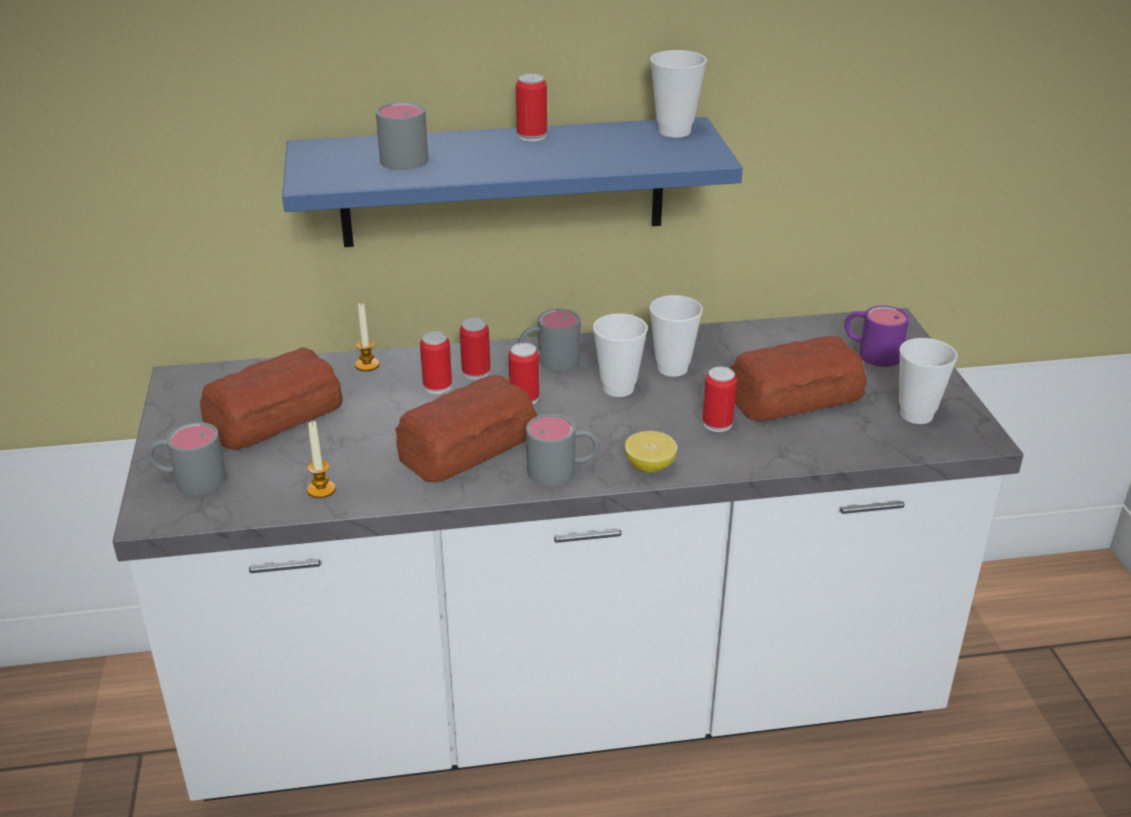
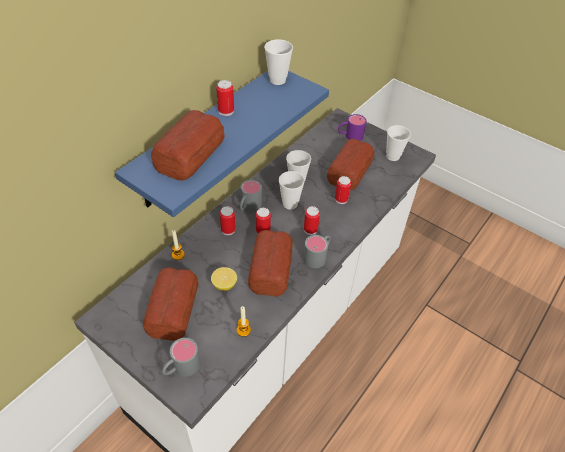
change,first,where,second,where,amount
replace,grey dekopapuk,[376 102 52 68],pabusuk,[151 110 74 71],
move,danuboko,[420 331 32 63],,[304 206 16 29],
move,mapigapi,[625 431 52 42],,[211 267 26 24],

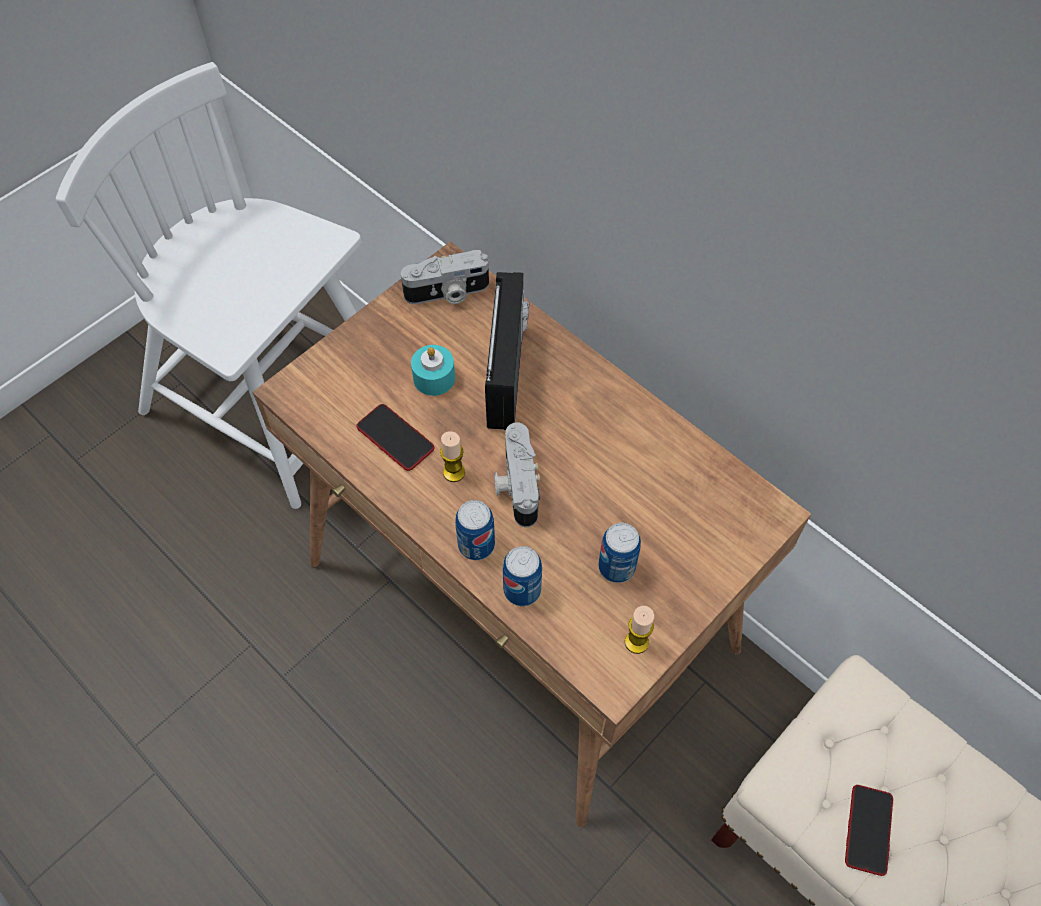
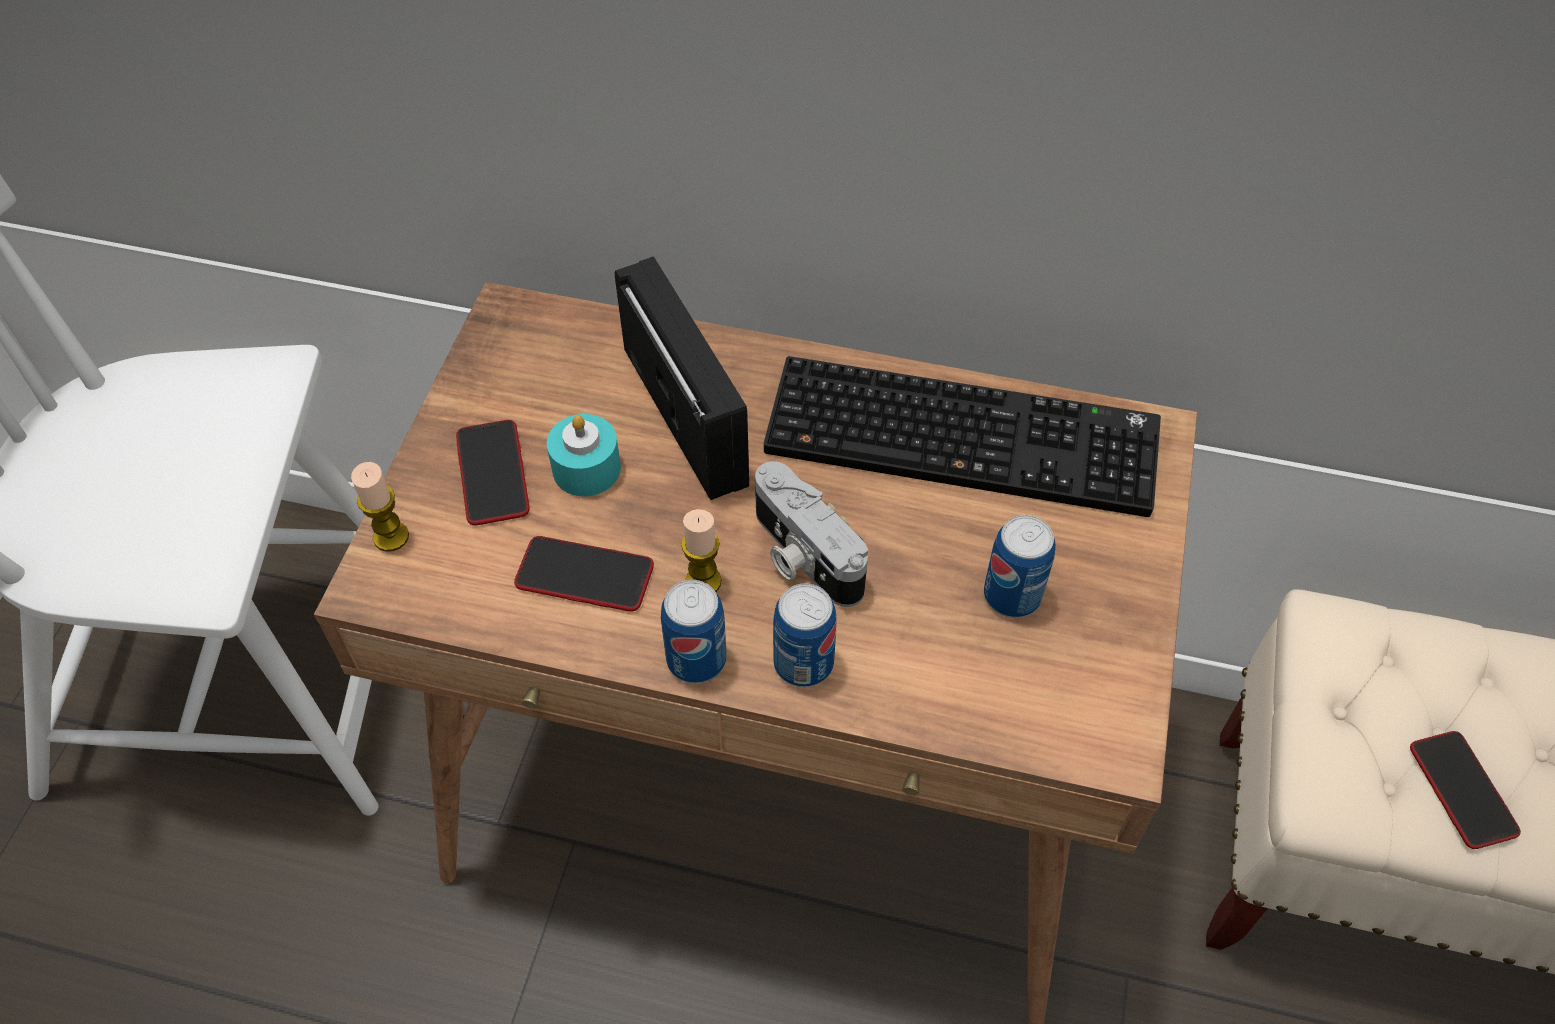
change,first,where,second,where,amount
delete,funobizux,[401 250 88 54],,,
move,danuboko,[503 546 39 60],,[661 580 66 104],
move,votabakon,[625 606 29 48],,[351 462 58 90],
insert,,,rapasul,[764 356 397 161],
insert,,,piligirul,[456 420 74 105],

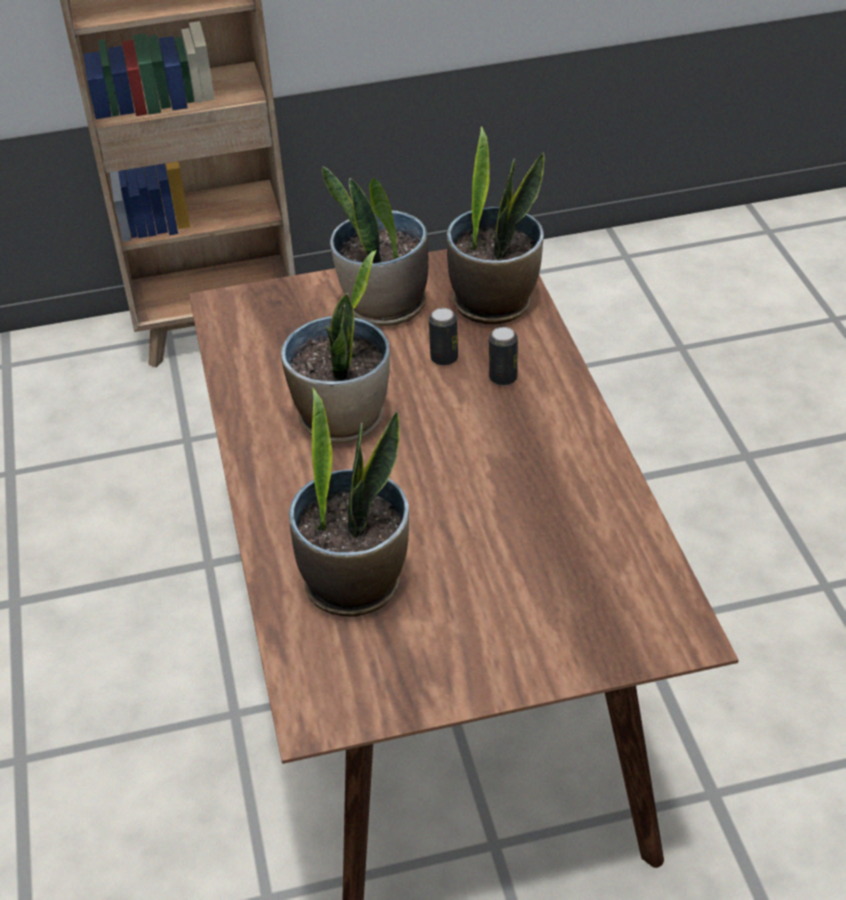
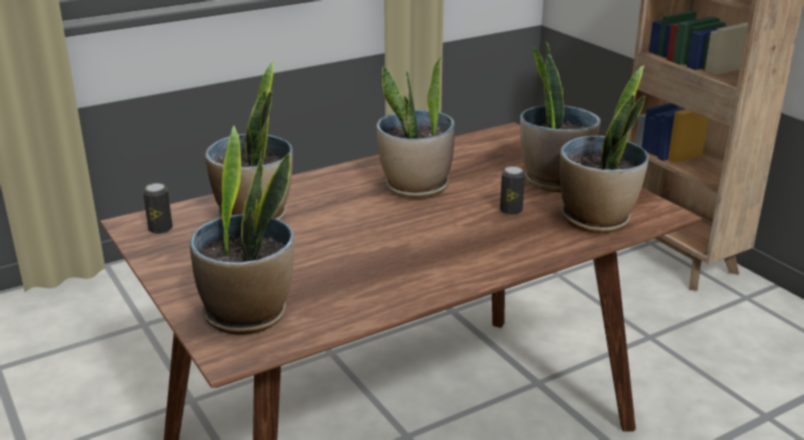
change,first,where,second,where,amount
move,danuboko,[489 327 29 58],,[143 183 30 51],
insert,,,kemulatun,[190 125 104 210],

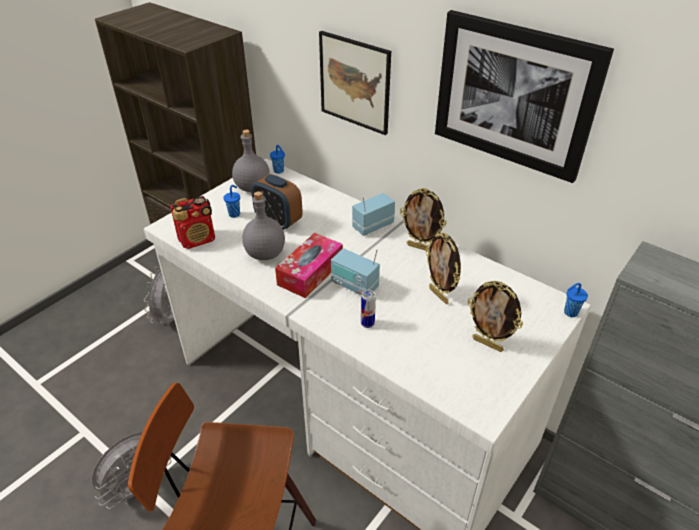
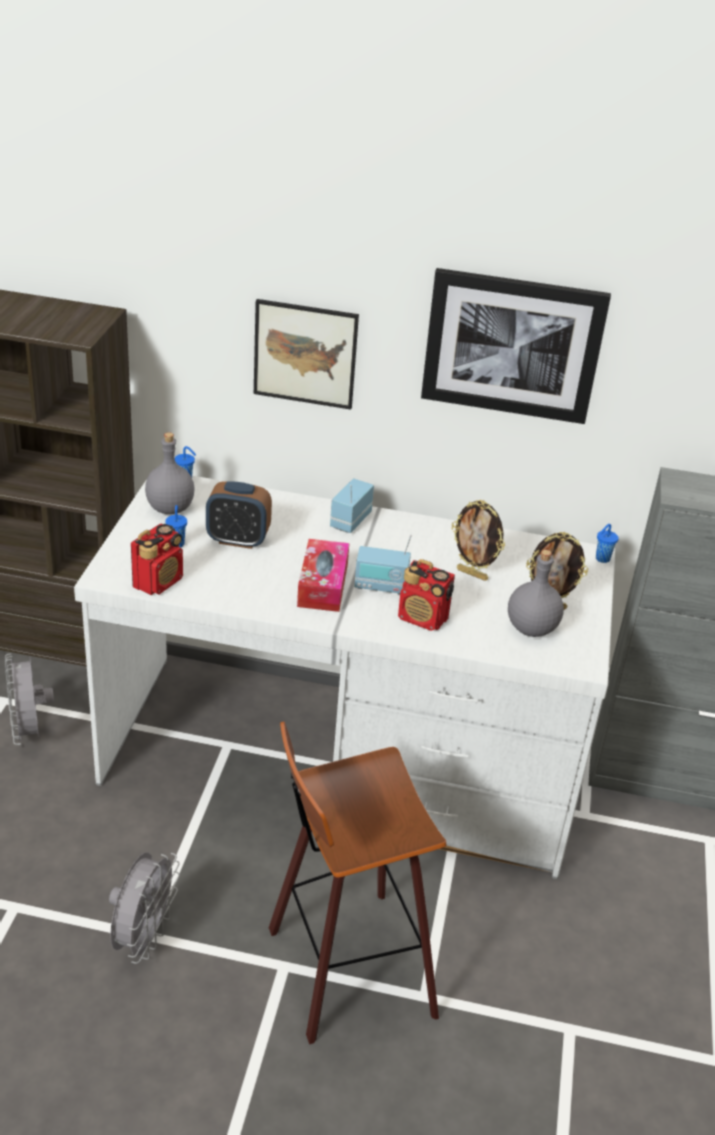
change,first,where,second,where,amount
delete,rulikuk,[400 188 46 63],,,
move,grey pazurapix,[242 191 43 69],,[508 550 56 87],
replace,danuboko,[361 290 15 38],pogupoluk,[398 559 57 72],

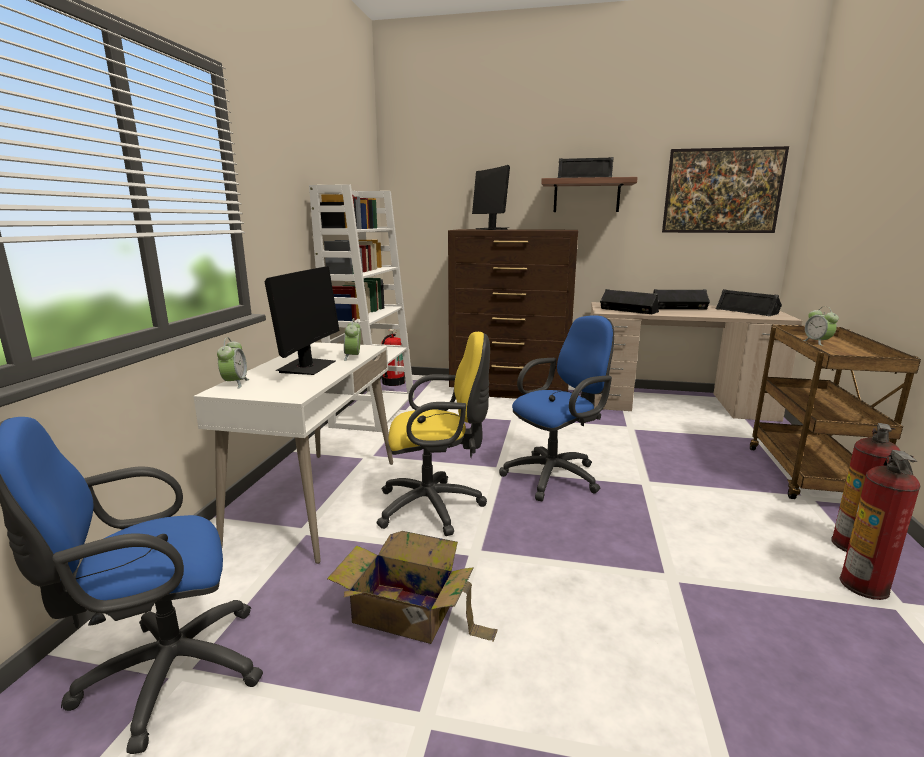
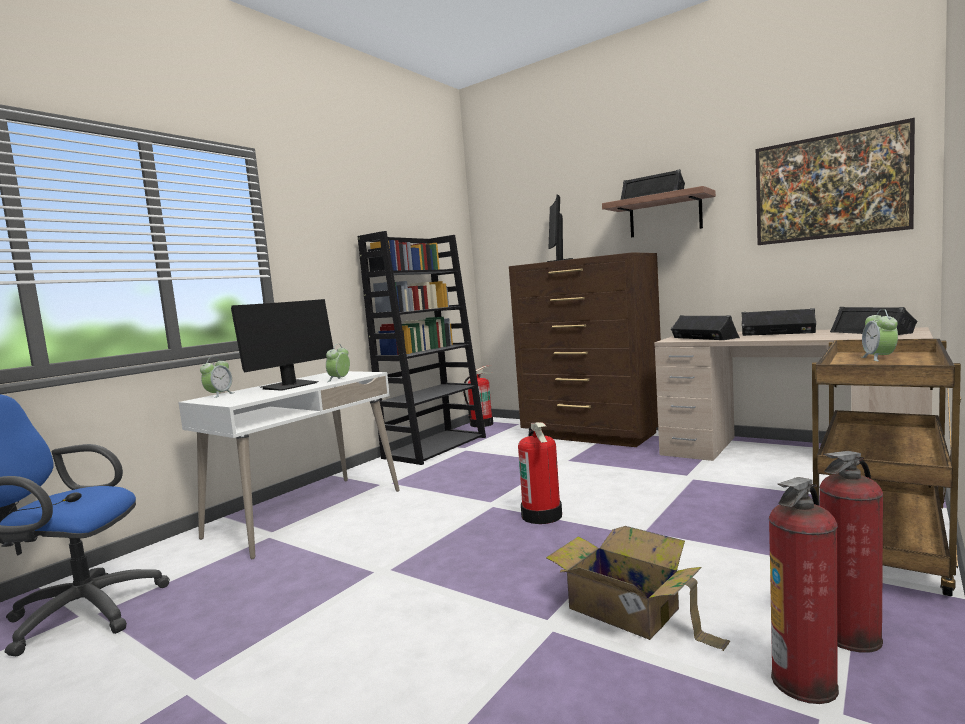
change,first,where,second,where,amount
recolor,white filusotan,[309 184 105 248],black filusotan,[358 231 128 234],
replace,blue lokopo,[499 315 115 186],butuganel,[518 422 44 102],
delete,yellow lokopo,[377 332 113 204],,,
move,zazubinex,[327 531 171 113],,[546 526 184 125],

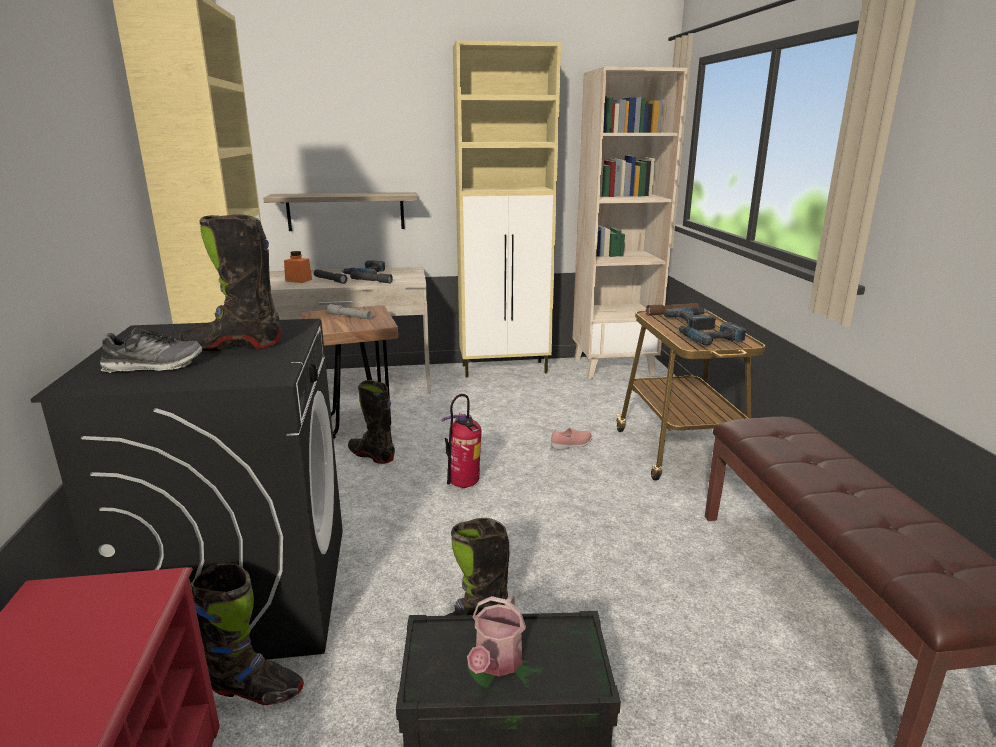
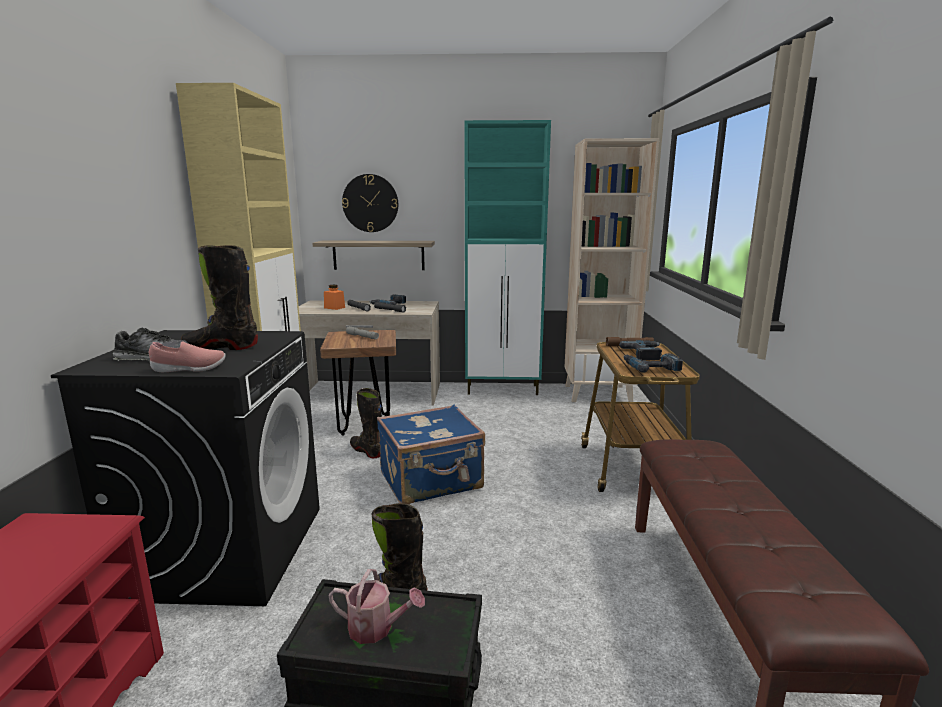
change,first,where,second,where,amount
recolor,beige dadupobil,[453 40 108 337],turquoise dadupobil,[464 120 87 275],
replace,butuganel,[441 394 40 94],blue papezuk,[377 405 108 99],
move,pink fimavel,[551 428 41 22],,[149 341 77 31],
delete,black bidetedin,[191 563 113 142],,,
rotate,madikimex,[467 594 59 82],,[328 569 97 75],105 degrees counterclockwise
insert,,,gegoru,[342 174 56 58],

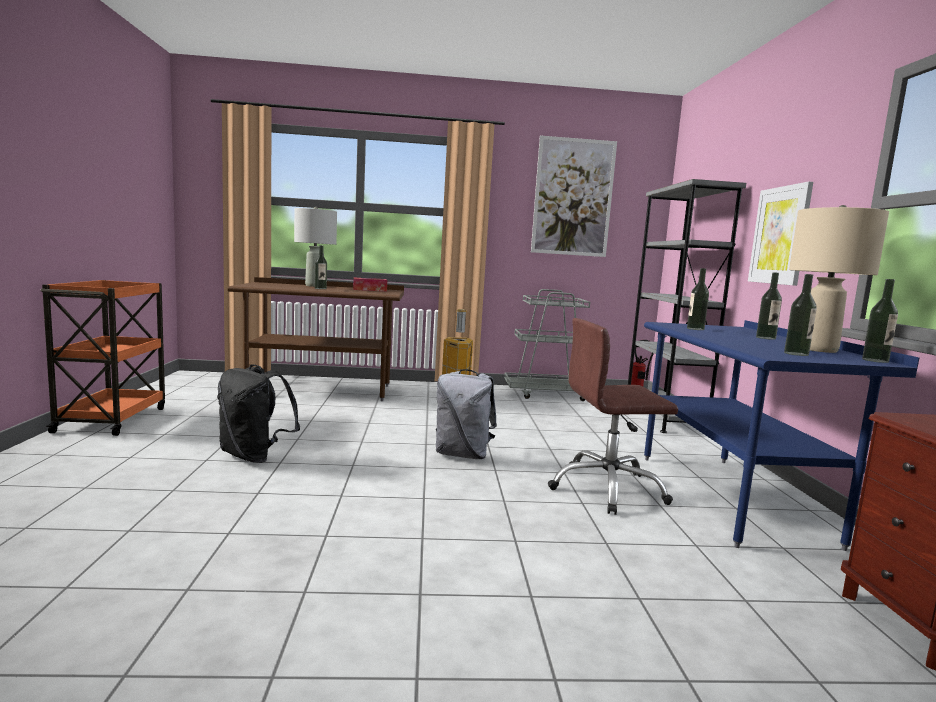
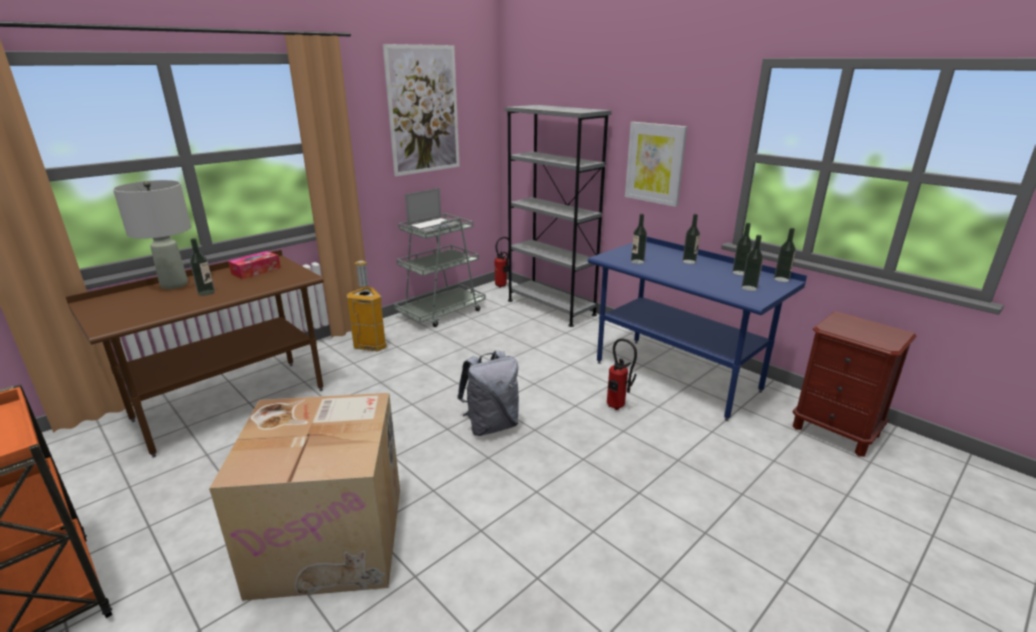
change,first,where,second,where,amount
replace,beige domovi,[789 205 100 148],pazurapix,[732 223 20 53],
replace,brown lokopo,[548 318 130 197],butuganel,[607 338 30 72],
replace,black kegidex,[217 364 83 99],zazubinex,[209 393 191 208],
insert,,,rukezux,[405 188 55 46],

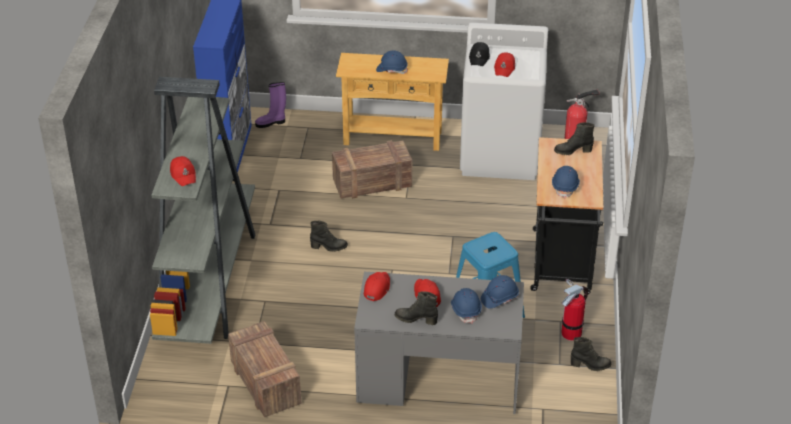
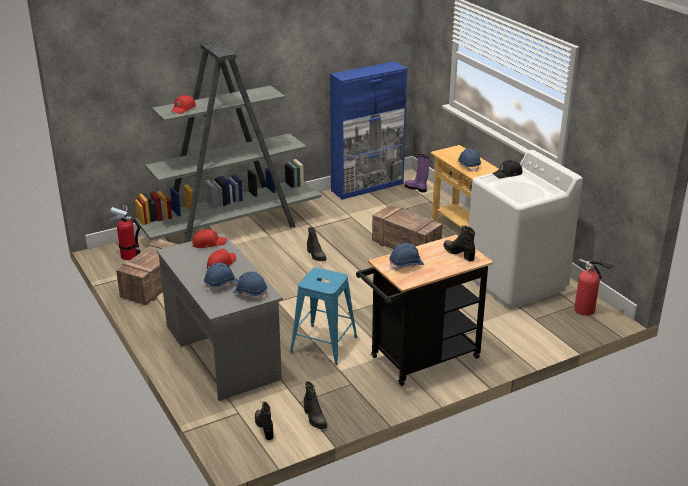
change,first,where,second,where,amount
delete,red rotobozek,[494 53 21 24],,,
move,butuganel,[561 279 28 62],,[110 205 31 55],
move,black bidetedin,[395 291 43 34],,[255 402 18 38],

